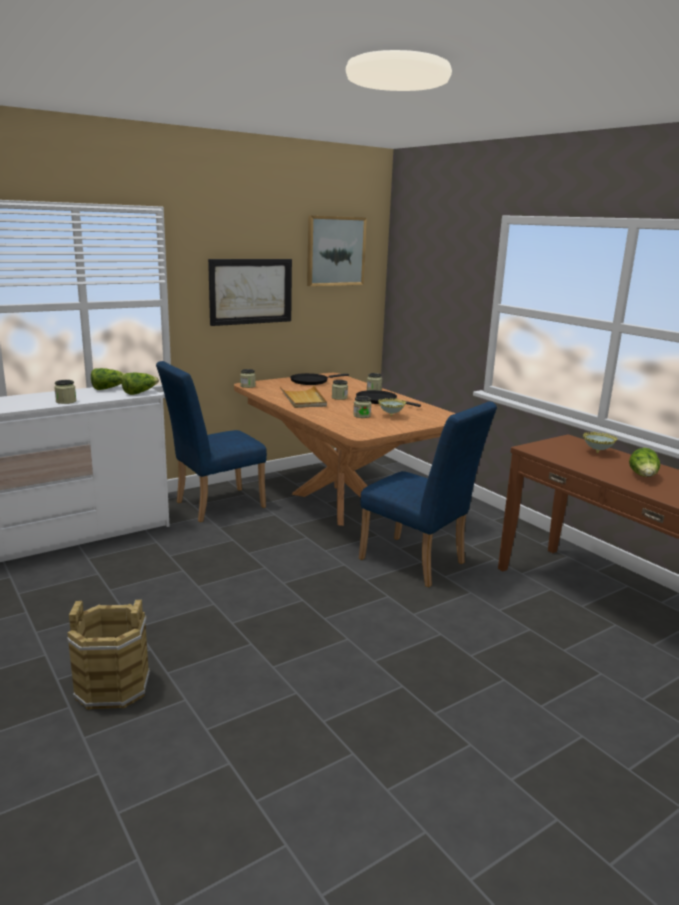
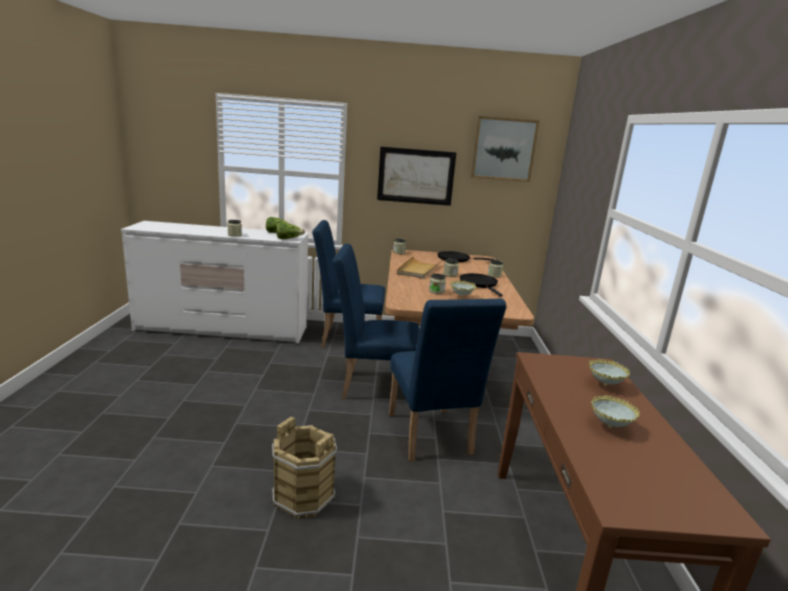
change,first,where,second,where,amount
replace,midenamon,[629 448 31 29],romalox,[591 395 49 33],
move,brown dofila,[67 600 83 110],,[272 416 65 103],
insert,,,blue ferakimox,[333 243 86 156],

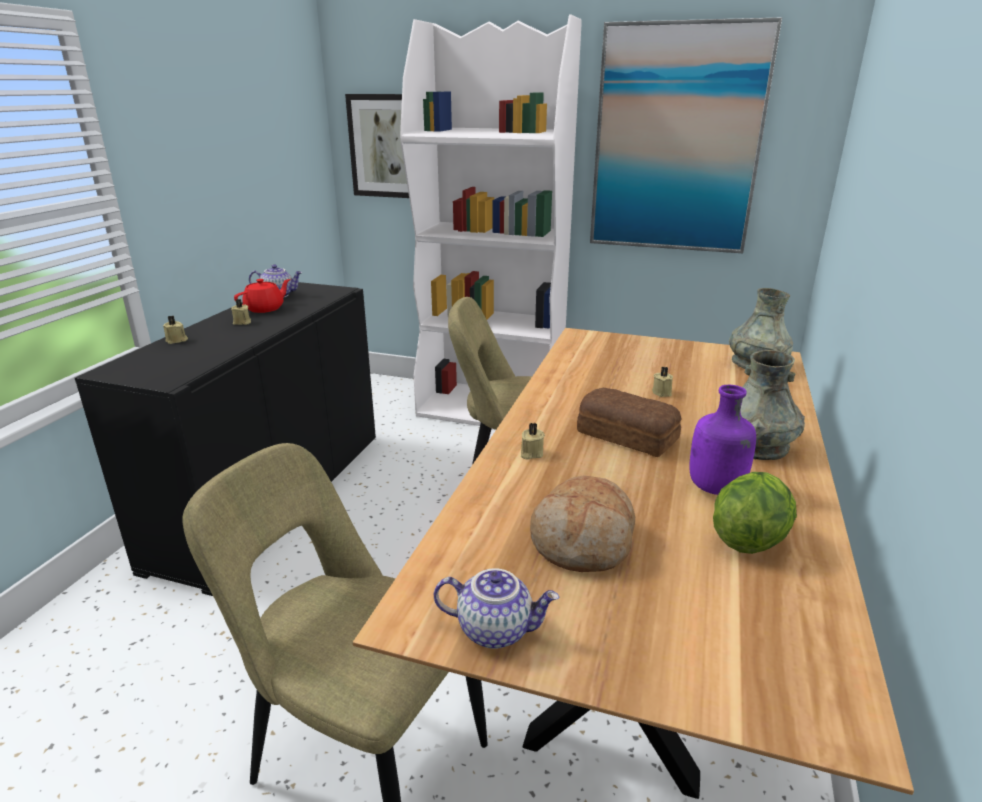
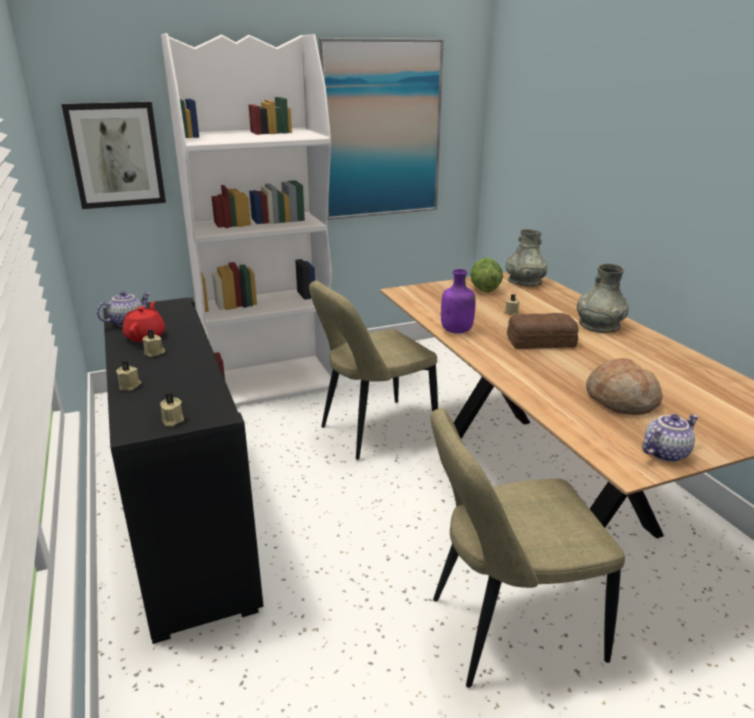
change,first,where,second,where,amount
move,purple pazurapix,[689 385 67 110],,[441 269 35 65],
move,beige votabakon,[521 423 24 37],,[160 393 24 34],
move,midenamon,[713 472 84 82],,[470 258 33 34],

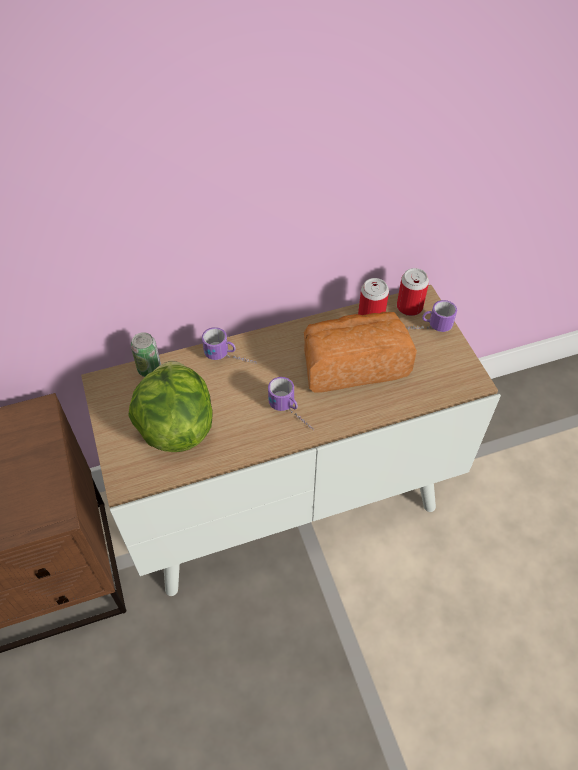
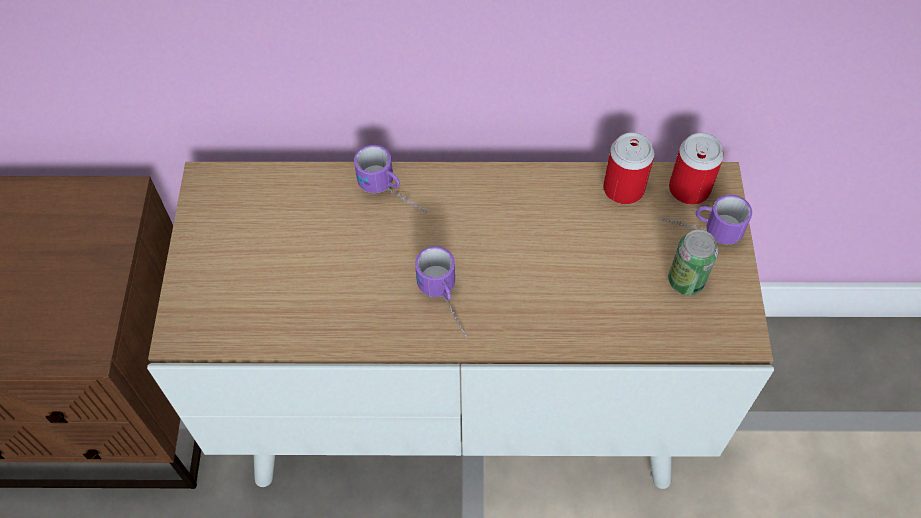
change,first,where,second,where,amount
delete,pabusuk,[304 312 113 81],,,
move,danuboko,[131 332 30 45],,[668 230 50 65],
delete,midenamon,[128 361 85 91],,,

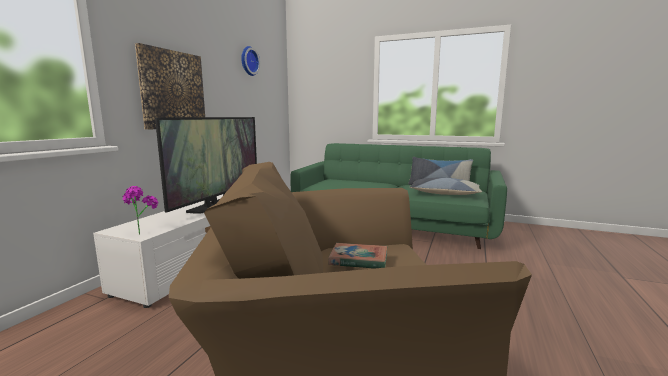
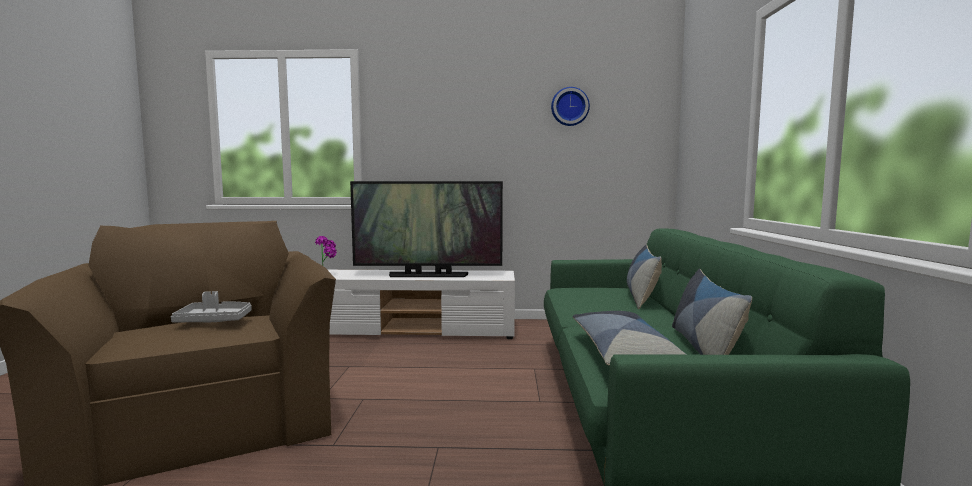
change,first,where,second,where,amount
delete,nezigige,[135 43 70 87],,,
replace,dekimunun,[328 243 59 26],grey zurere,[171 291 81 32],
insert,,,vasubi,[627 245 35 64],

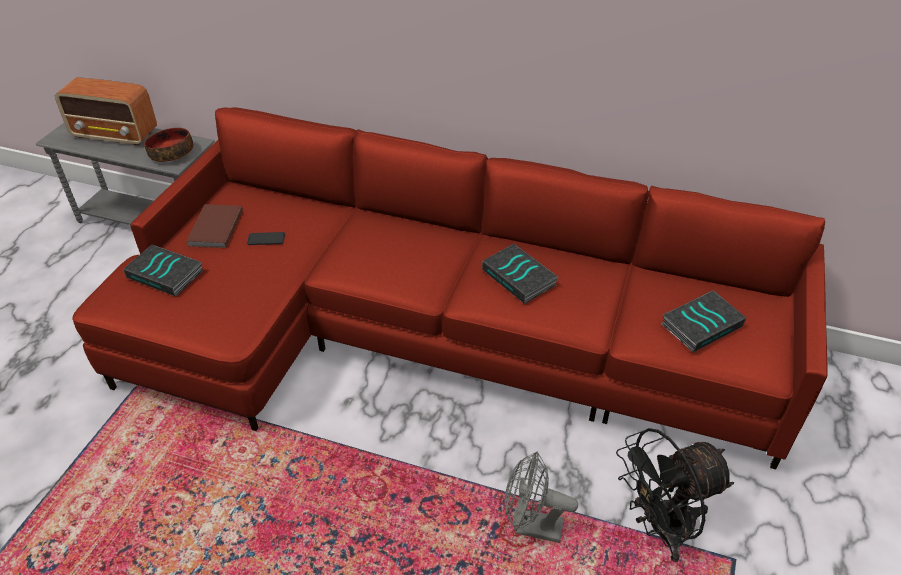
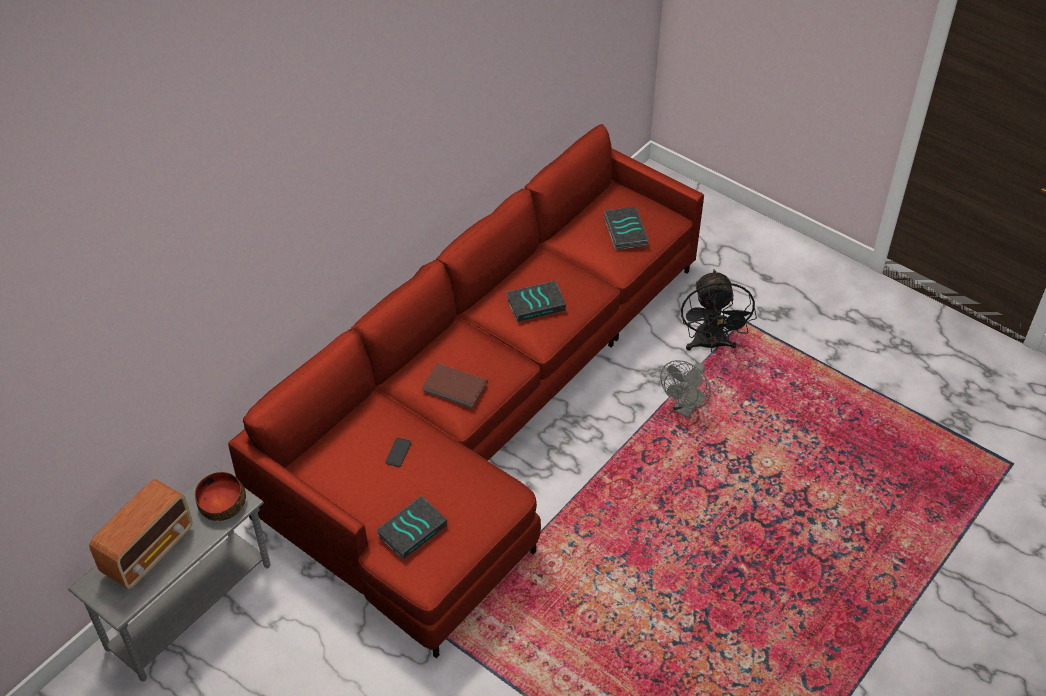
change,first,where,second,where,amount
move,brown dekimunun,[187 204 56 44],,[422 363 65 45],

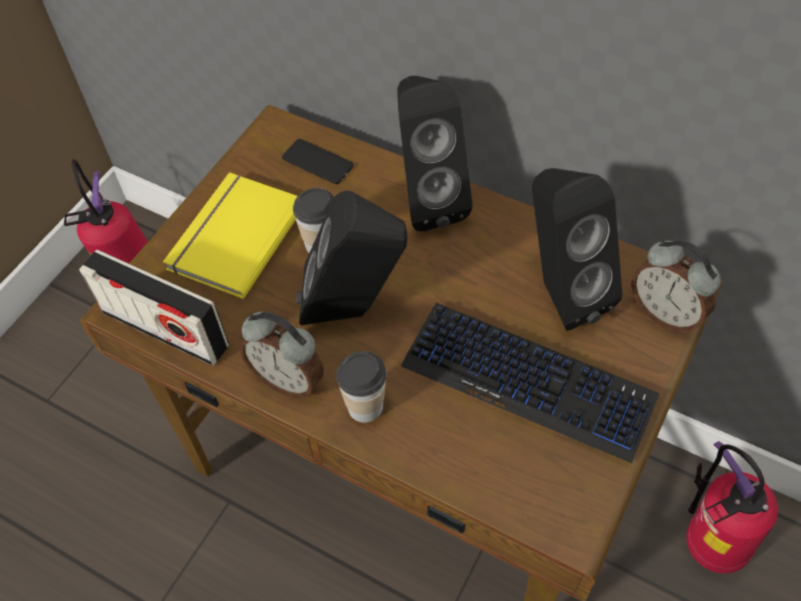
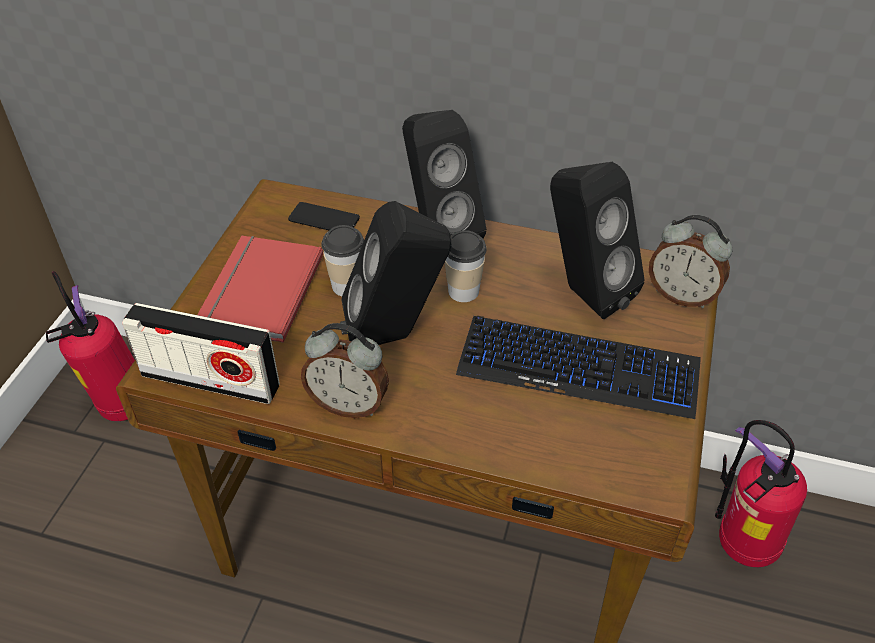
change,first,where,second,where,amount
recolor,yellow dekimunun,[163 172 135 127],red dekimunun,[197 236 126 107],
move,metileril,[336 351 50 72],,[445 230 42 72],

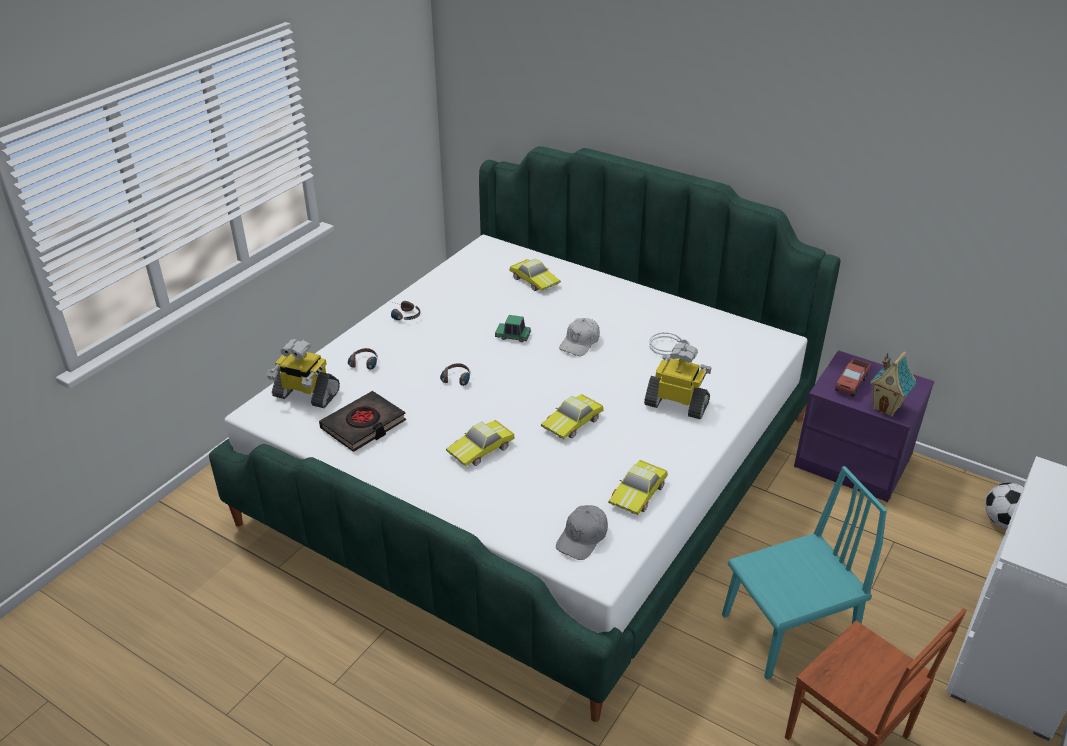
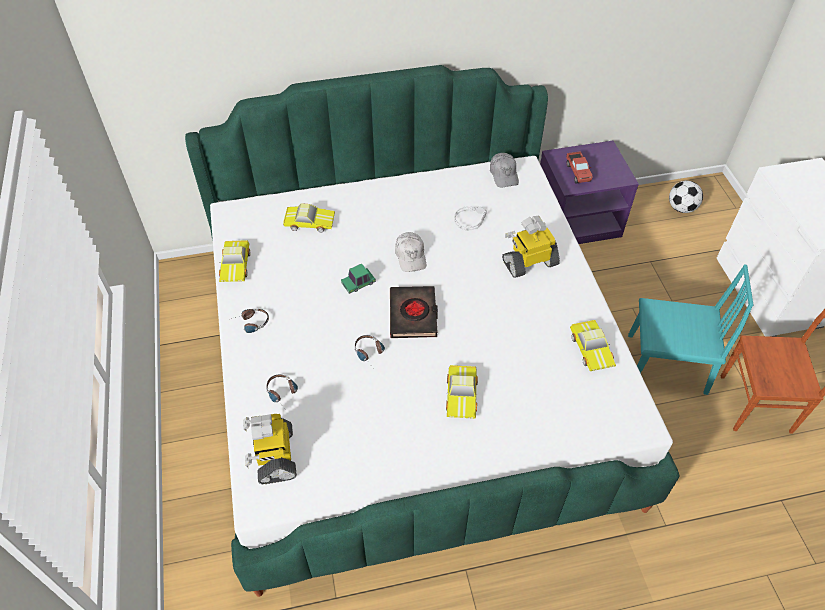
change,first,where,second,where,amount
rotate,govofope,[267 339 73 69],,[243 414 54 70],105 degrees clockwise
delete,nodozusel,[870 352 46 65],,,
move,black dekimunun,[319 391 87 61],,[390 286 48 52],
move,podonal,[541 394 62 45],,[219 240 31 42],
rotate,turquoise ferakimox,[722 466 165 214],,[628 264 125 131],75 degrees clockwise
move,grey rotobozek,[556 505 52 55],,[490 153 29 34],

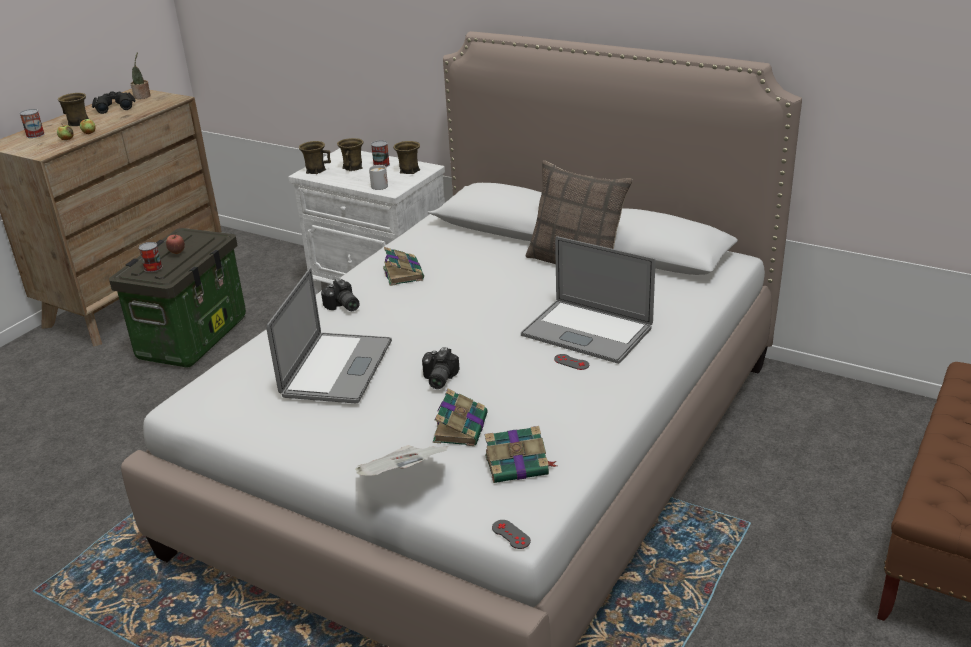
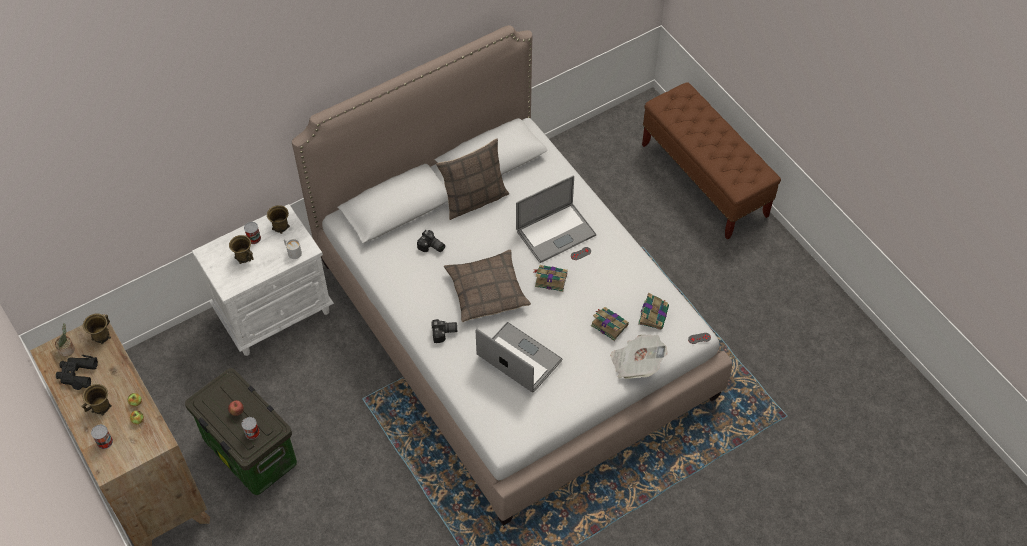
change,first,where,second,where,amount
move,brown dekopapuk,[299 141 32 33],,[83 313 28 31],
move,dekimunun,[383 247 41 39],,[534 265 34 27],
move,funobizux,[422 347 37 42],,[417 230 28 22],
insert,,,vasubi,[444 250 87 72],

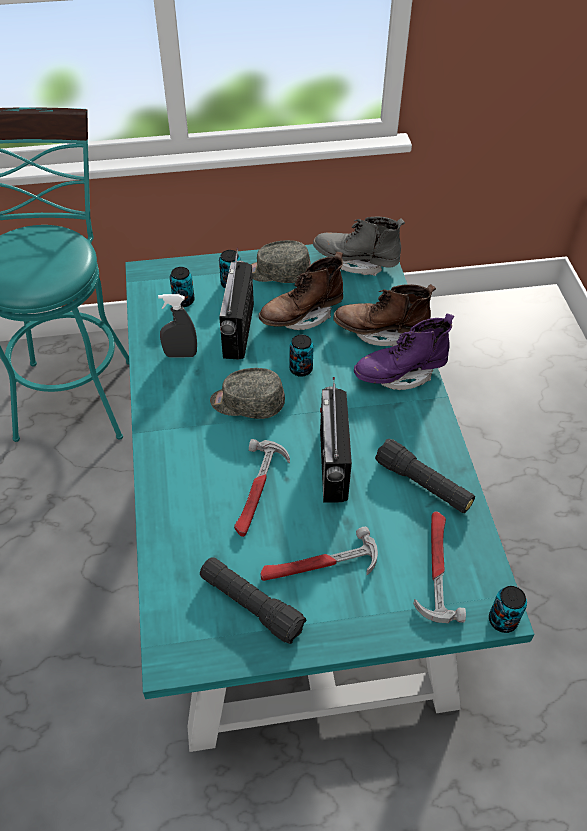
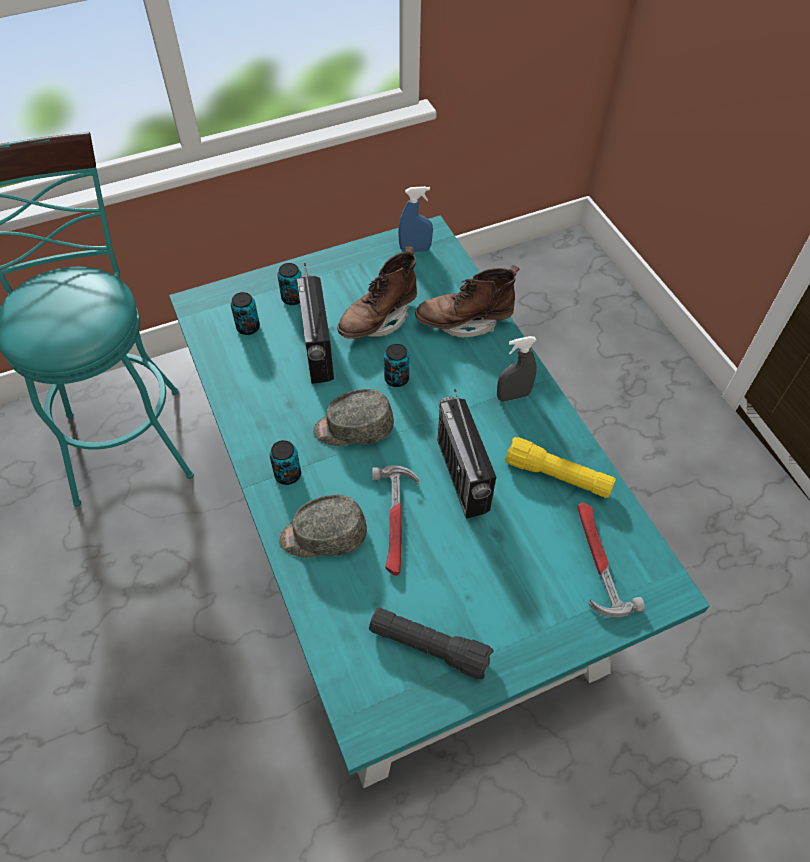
change,first,where,second,where,amount
replace,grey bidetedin,[313 217 92 59],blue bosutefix,[398 186 35 66],
move,grey rotobozek,[251 240 60 43],,[279 495 88 63],
move,grey bosutefix,[158 294 39 64],,[497 336 40 66],
delete,purple bidetedin,[354 313 100 77],,,
recolor,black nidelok,[375 439 100 74],yellow nidelok,[505 437 111 61],
delete,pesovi,[261 527 117 54],,,
move,danuboko,[489 586 38 47],,[270 440 31 45],

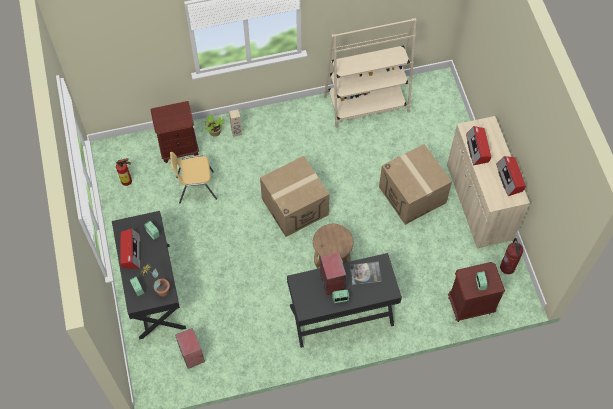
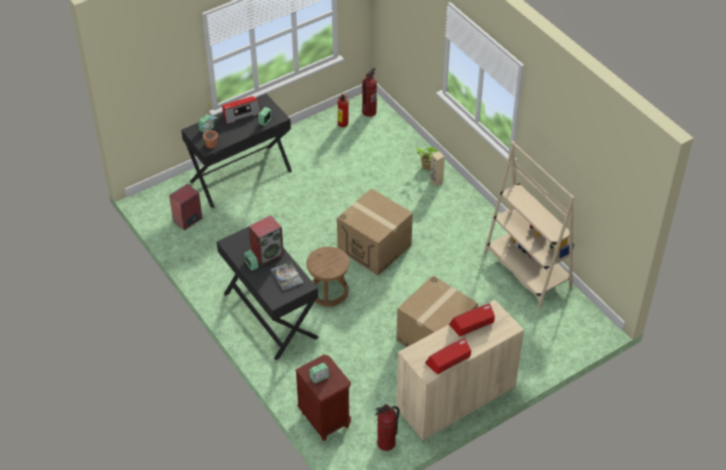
change,first,where,second,where,amount
delete,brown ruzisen,[150 101 49 62],,,
delete,yellow ferakimox,[170 152 47 52],,,
insert,,,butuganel,[362 68 15 49],

